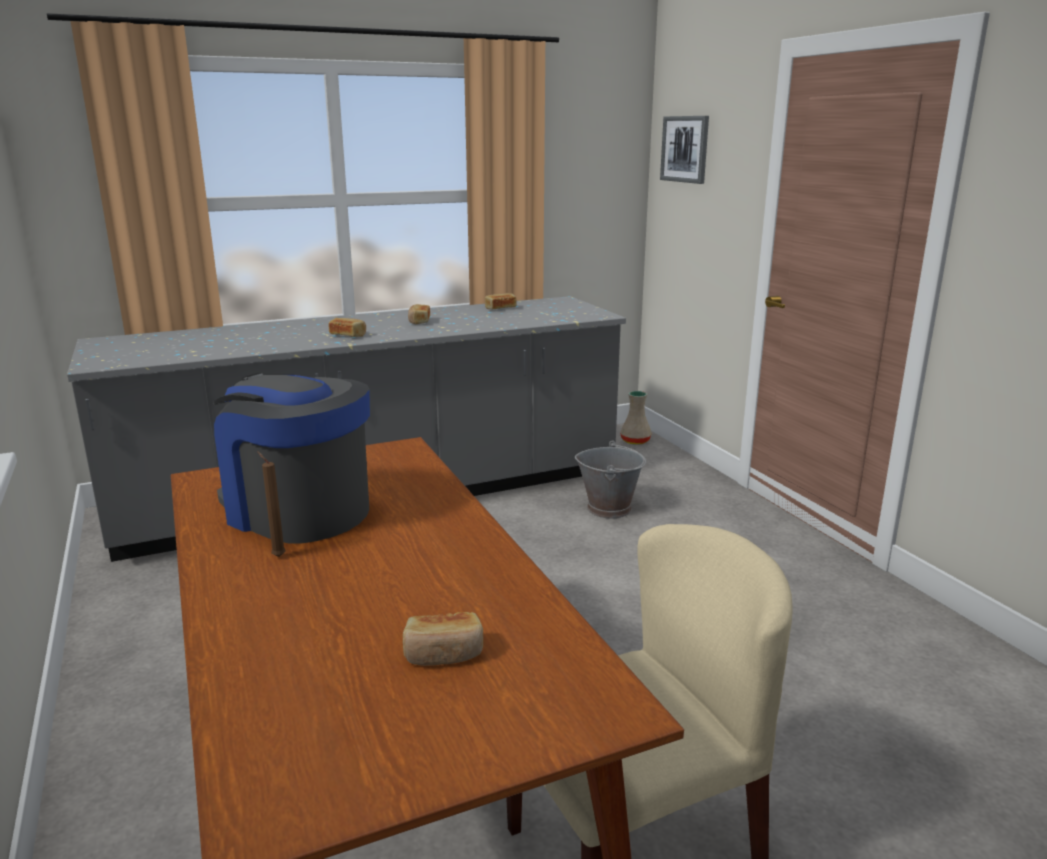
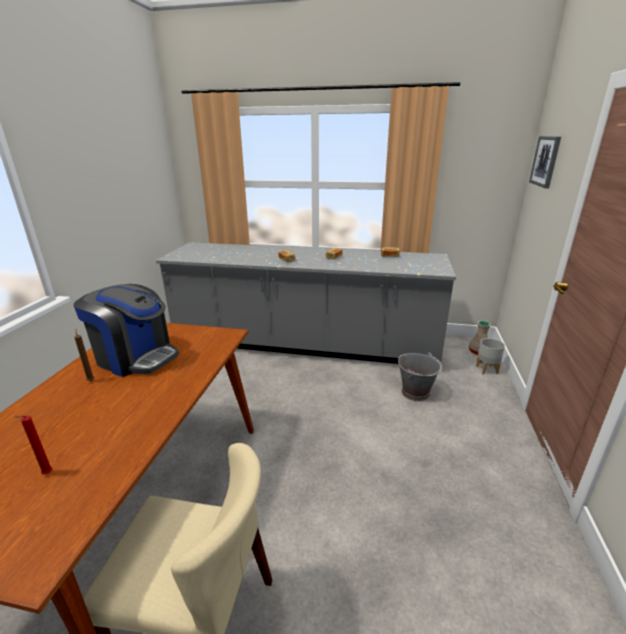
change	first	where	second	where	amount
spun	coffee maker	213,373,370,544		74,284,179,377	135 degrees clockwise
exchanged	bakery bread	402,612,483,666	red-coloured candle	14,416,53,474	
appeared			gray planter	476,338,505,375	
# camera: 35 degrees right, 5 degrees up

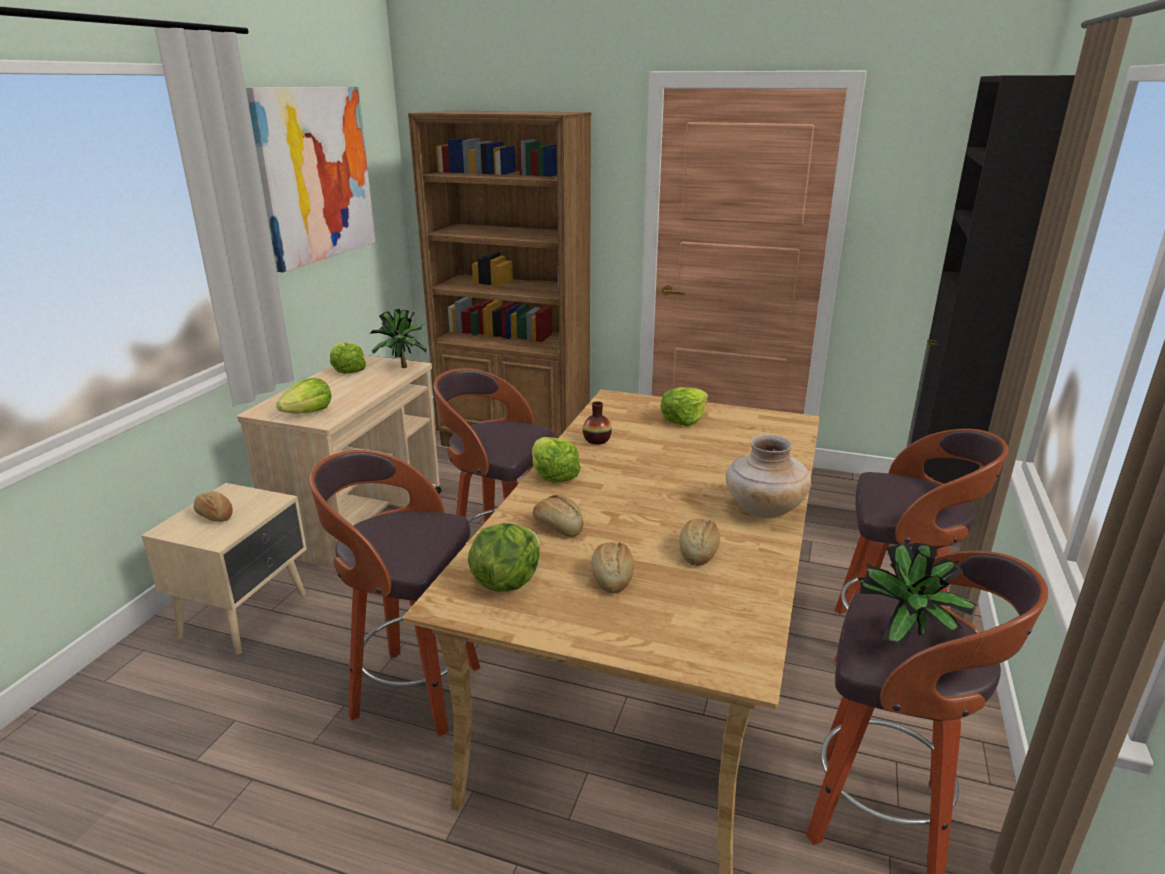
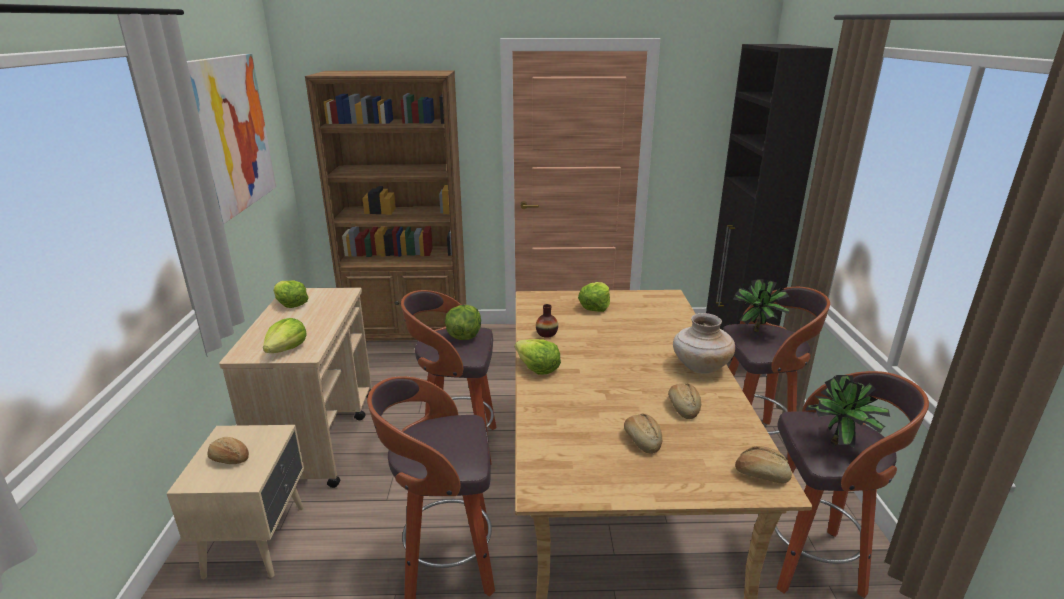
change	first	where	second	where	amount
relocated	potted plant	370,309,427,368		733,279,789,332	
relocated	lettuce	468,523,540,592		445,305,481,340	
relocated	bakery bread	533,495,583,537		735,446,792,484	
# camera: 20 degrees left, 0 degrees up

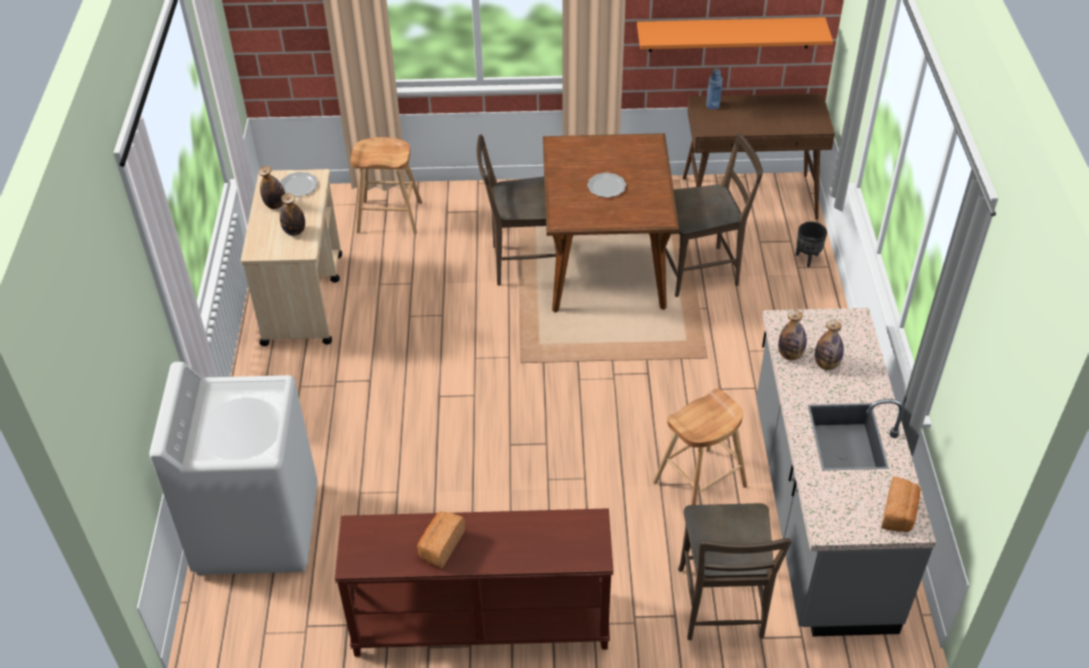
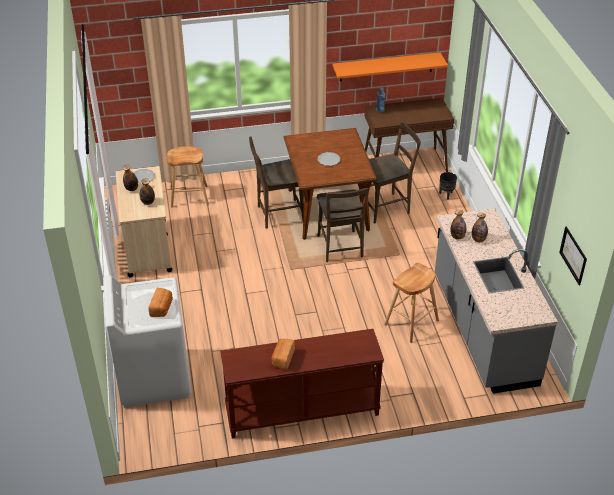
change	first	where	second	where	amount
relocated	brownish plain chair	678,503,791,640		317,188,369,262	
relocated	bakery bread	881,476,921,532		149,288,173,317	
appeared			wall picture	559,226,587,285	
# camera: 10 degrees left, 5 degrees down

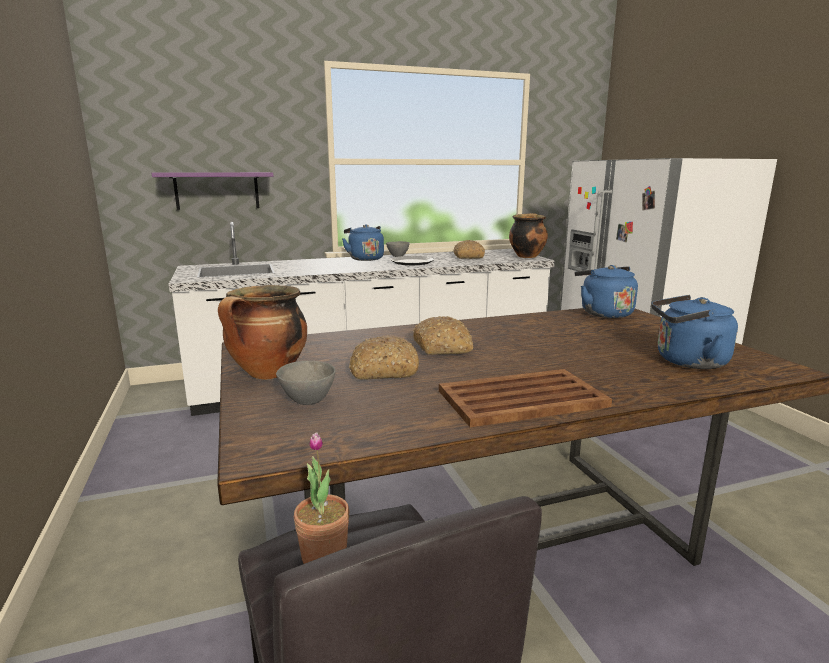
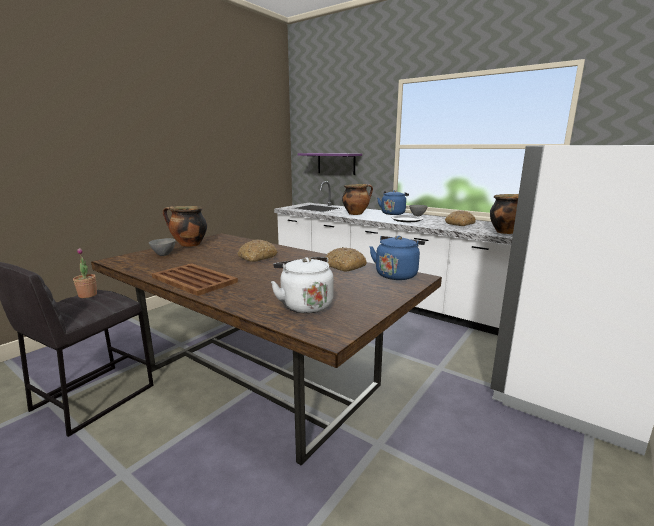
change	first	where	second	where	amount
relocated	bakery bread	349,336,419,380		326,247,367,272	
colour	blue-coloured kettle	651,295,738,369	whitish kettle	271,257,334,314	
appeared			stockpot	342,184,373,215	
# camera: 55 degrees right, 0 degrees up

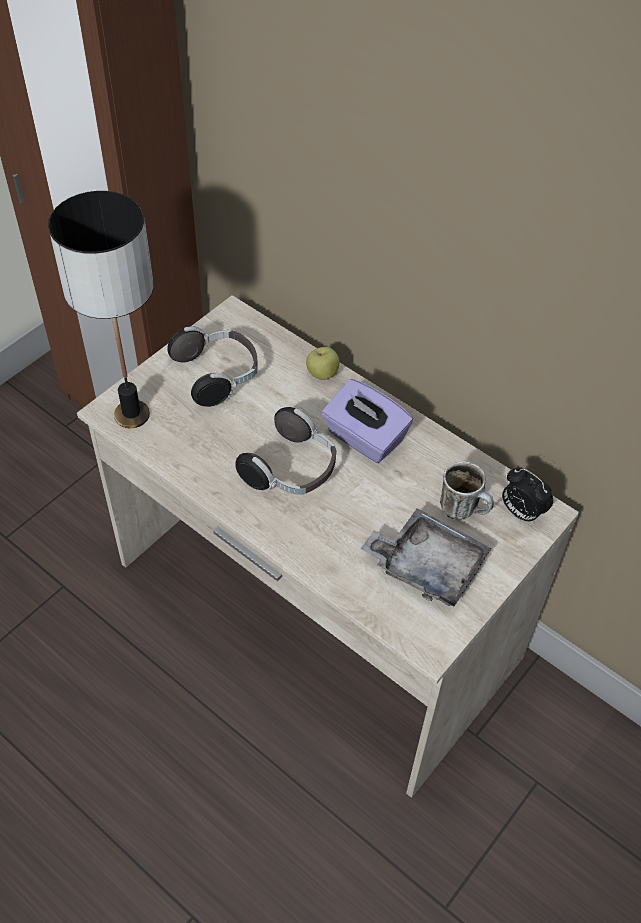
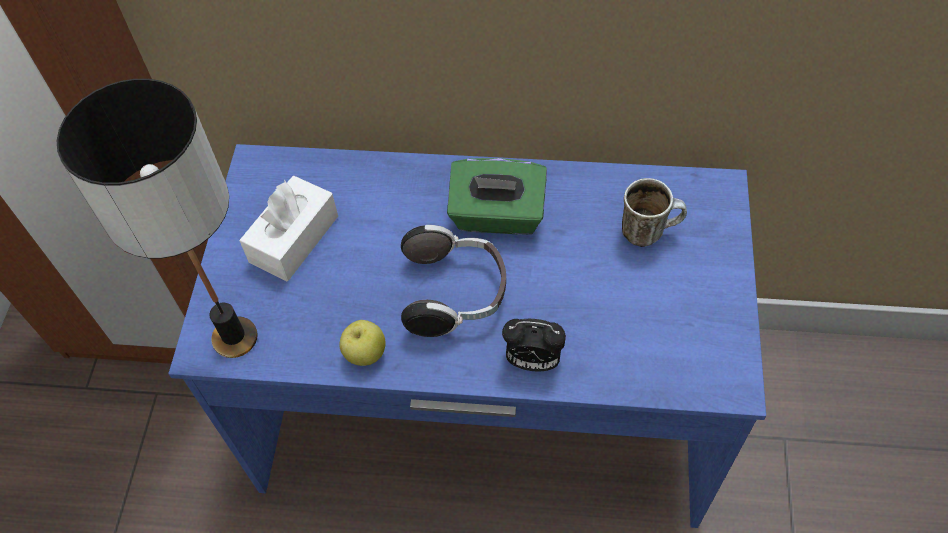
change	first	where	second	where	amount
colour	sand-coloured desk unit	77,295,579,798	blue-coloured desk unit	168,144,766,528	
exchanged	headset	167,326,258,407	whitish tissue holder	239,176,338,281	
relocated	apple fruit	306,347,339,380		339,320,385,366	
colour	purple tissue holder	322,379,413,463	green tissue holder	447,158,547,235	
missing	gray serving tray	360,508,491,606			
relocated	alarm clock	502,467,553,524		502,319,566,371	
# camera: 30 degrees left, 5 degrees up

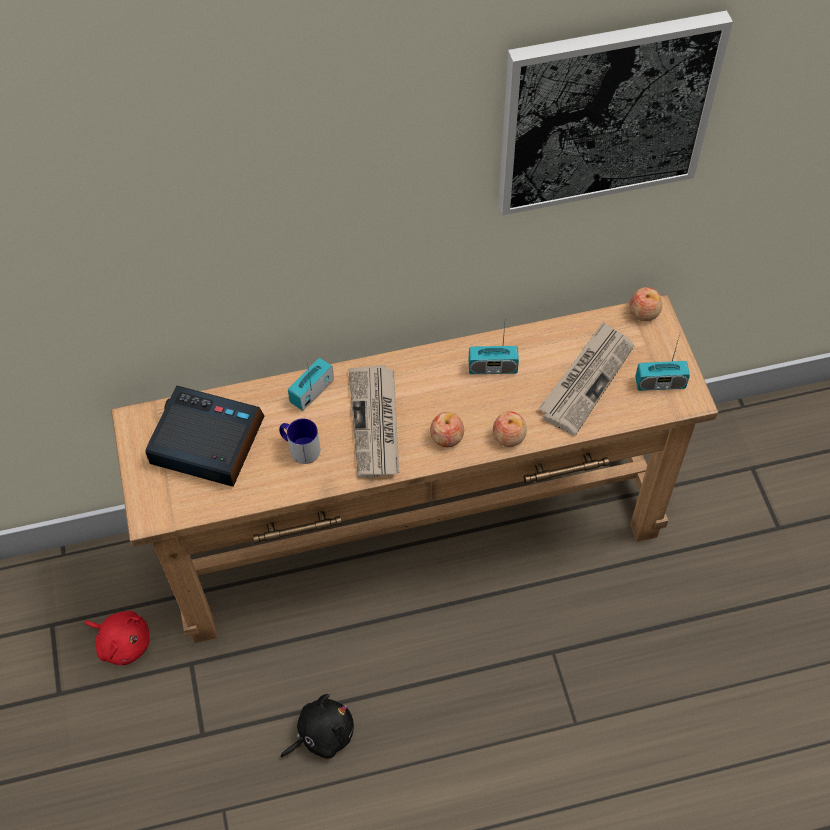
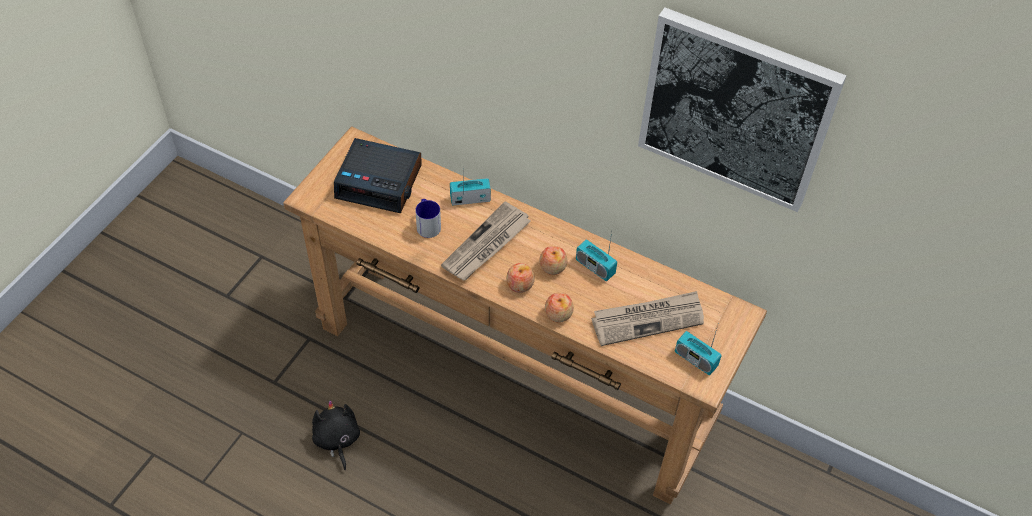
change	first	where	second	where	amount
missing	red-coloured plush toy	84,611,149,665			
spun	alarm clock	145,386,264,487		334,138,422,213	135 degrees clockwise
spun	black-coloured plush toy	281,694,354,759		312,400,360,470	120 degrees counterclockwise
relocated	apple fruit	630,287,662,321		539,246,567,275	
# camera: 40 degrees right, 5 degrees down

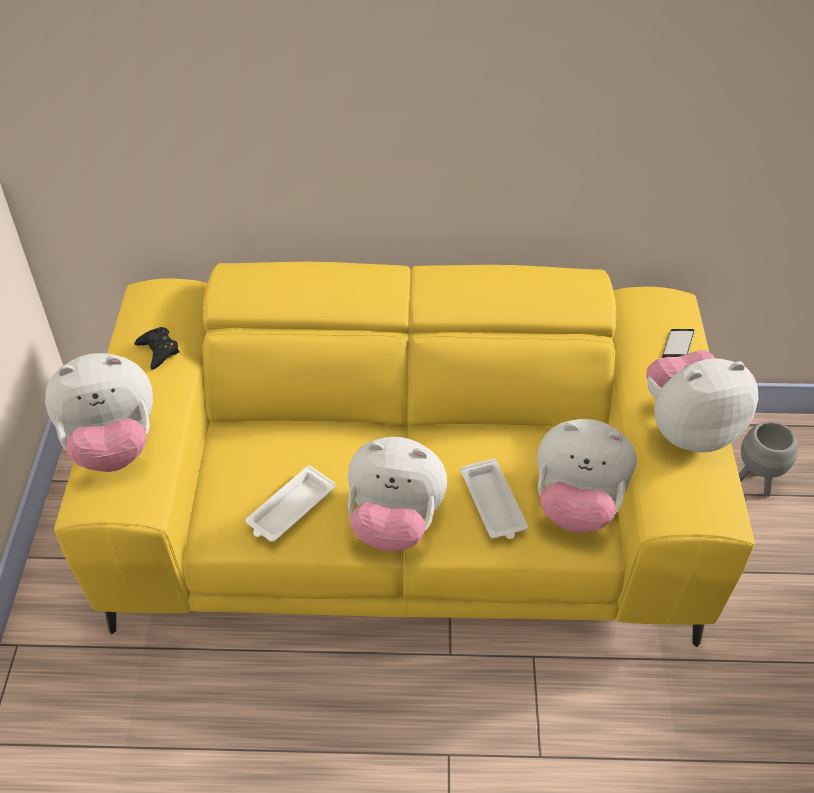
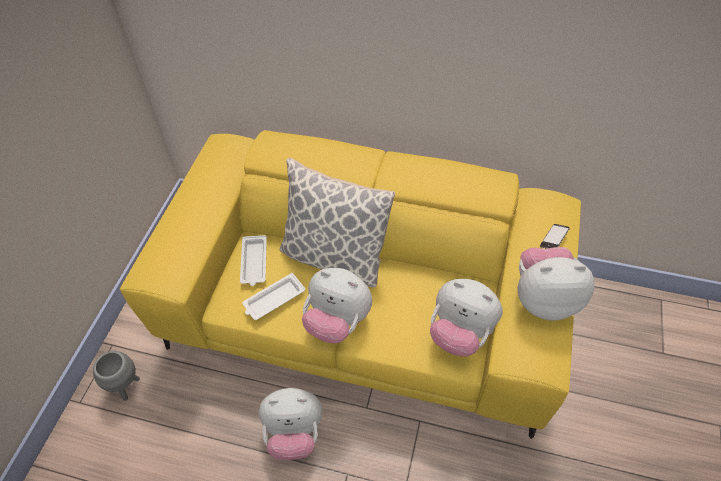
change	first	where	second	where	amount
relocated	plush toy	45,353,153,472		259,388,322,460	
missing	black-coloured gamepad	135,327,180,370			
relocated	whitish serving tray	460,458,528,539		240,235,267,286	
relocated	gray planter	739,421,798,497		93,351,140,401	
appeared			throw pillow	280,157,395,288	
# camera: 15 degrees right, 5 degrees up

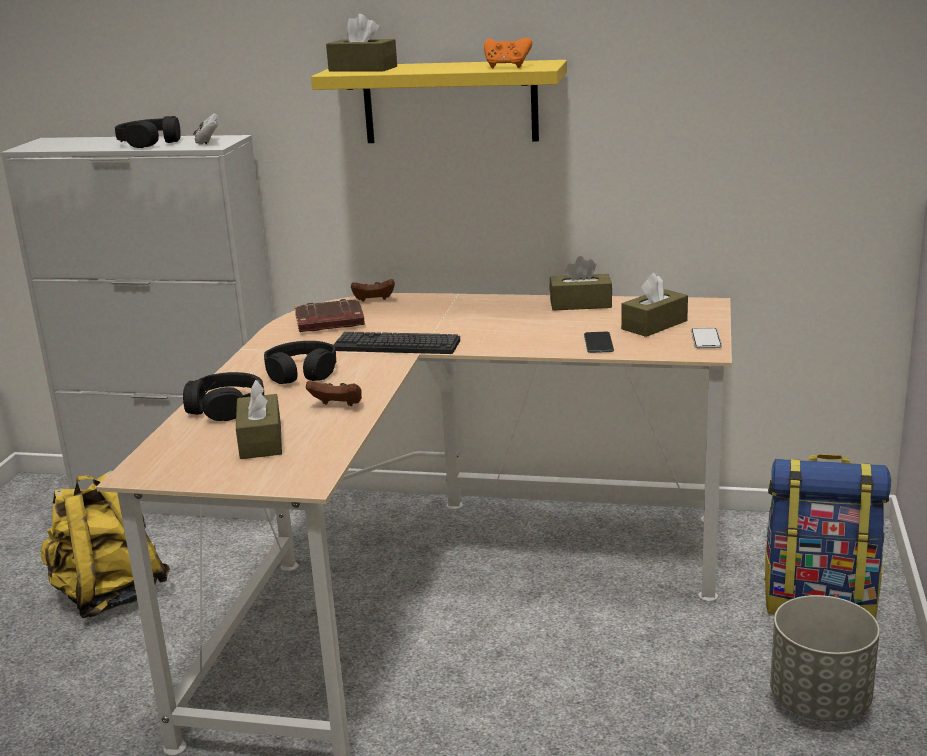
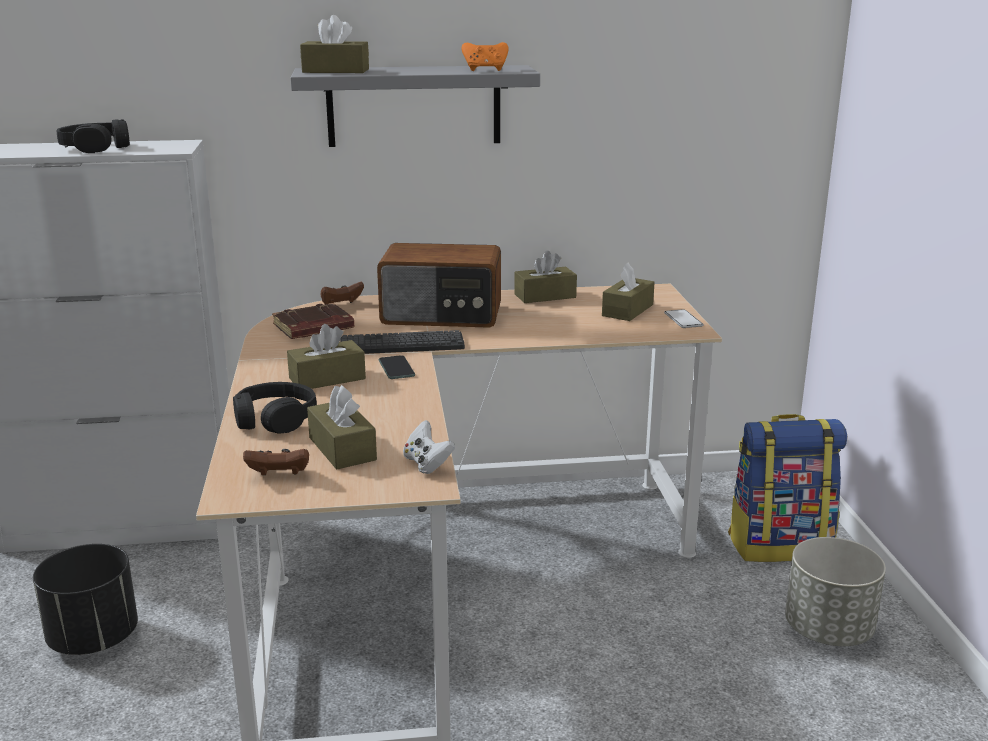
change	first	where	second	where	amount
exchanged	yellow-coloured backpack	41,470,171,618	black-coloured planter	33,544,138,655	
relocated	whitish gamepad	193,114,219,145		403,420,455,474	
exchanged	black-coloured headset	264,341,336,384	brownish tissue holder	287,324,366,389	
relocated	brownish gamepad	306,381,362,406		243,449,309,475	
colour	yellow-coloured wall shelf	311,60,567,143	gray wall shelf	291,65,540,147	
relocated	phone	584,332,614,353		379,355,415,379	
appeared			radio	377,243,501,328	
# camera: 20 degrees left, 0 degrees up

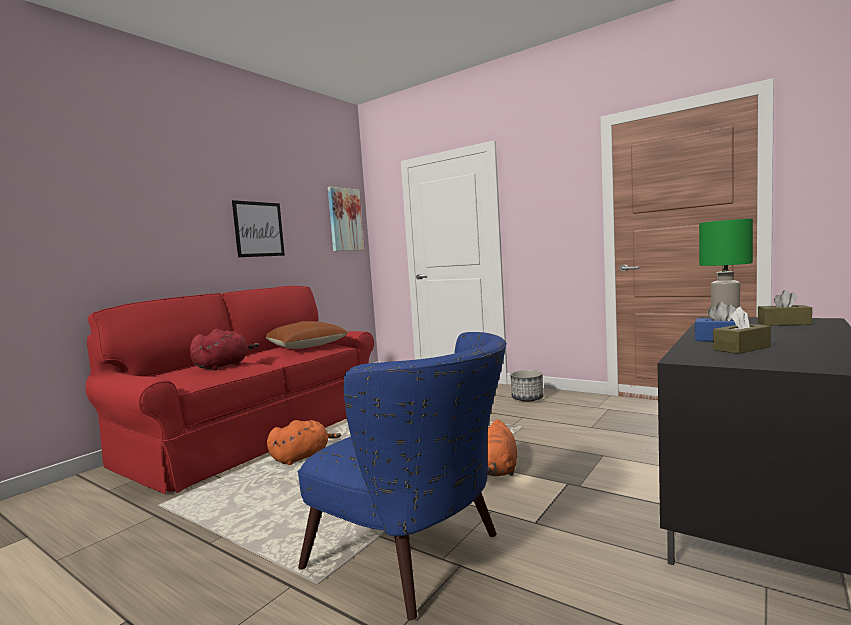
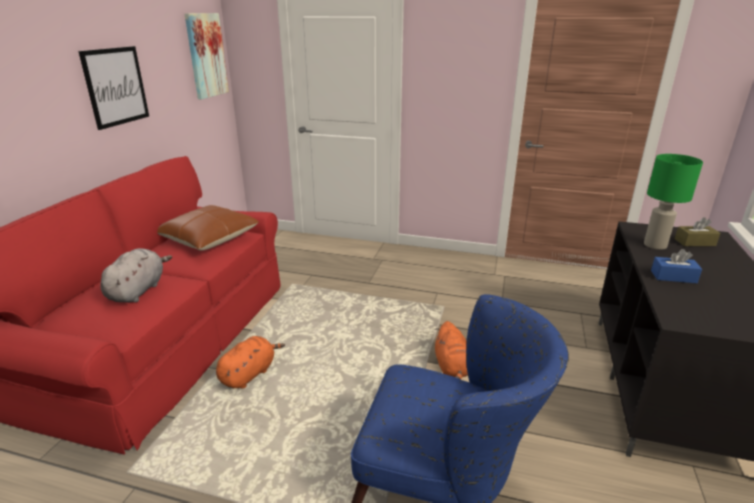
change	first	where	second	where	amount
colour	red-coloured plush toy	190,329,259,370	gray plush toy	100,248,172,303	
missing	planter	510,370,543,402			
missing	brownish tissue holder	713,307,771,354			
# camera: 20 degrees left, 20 degrees up

